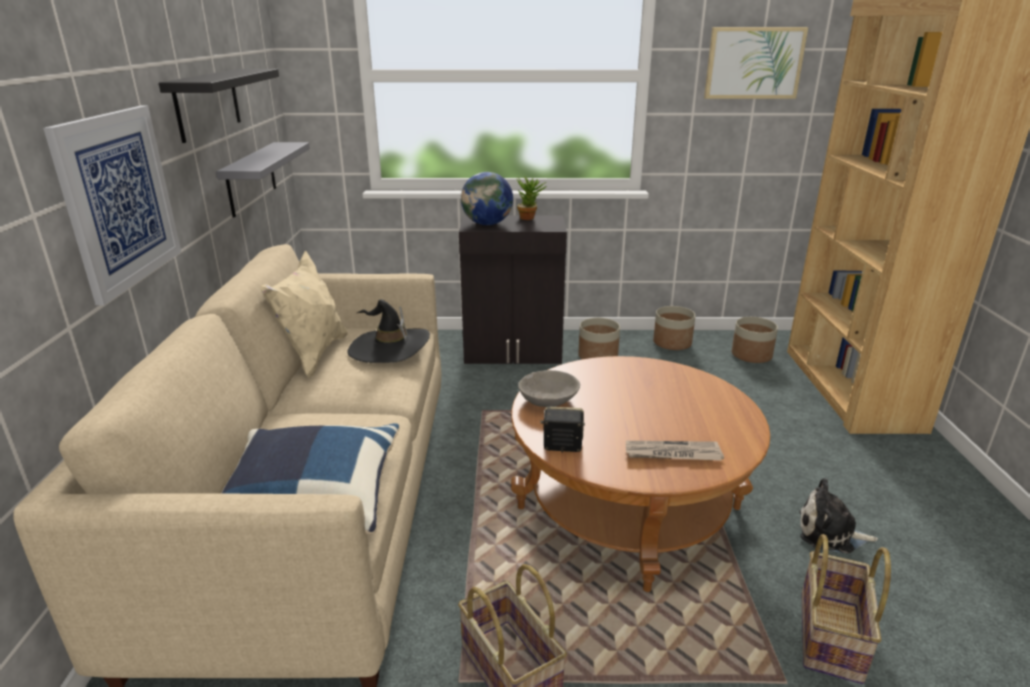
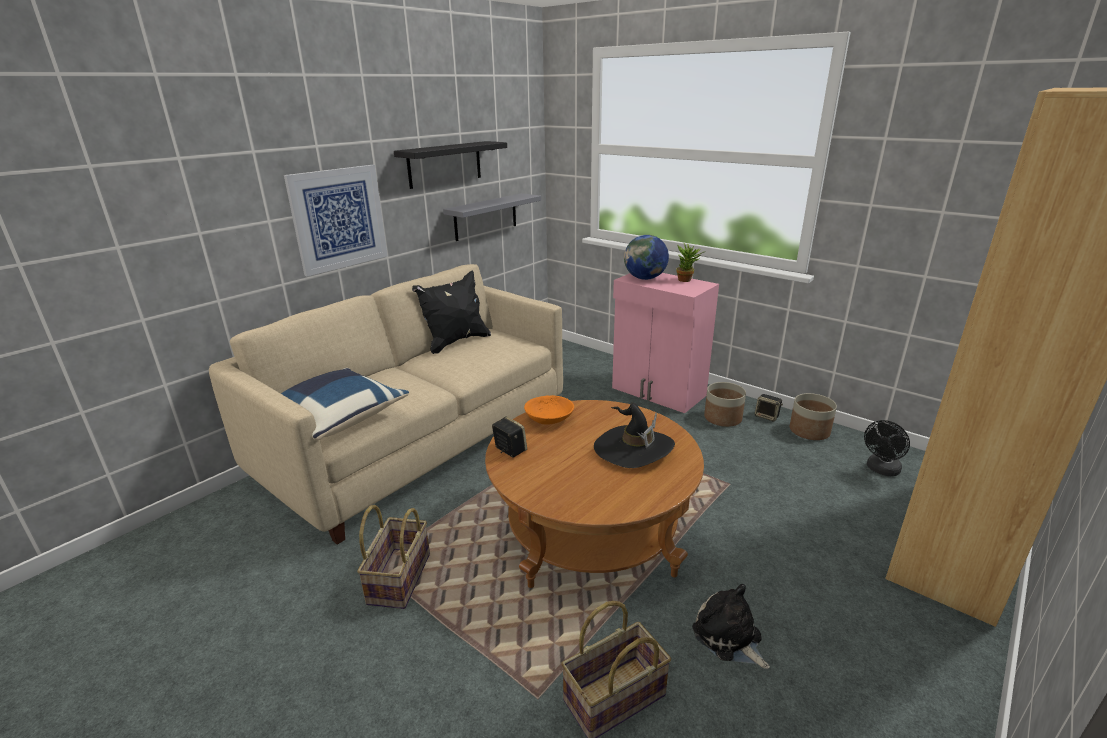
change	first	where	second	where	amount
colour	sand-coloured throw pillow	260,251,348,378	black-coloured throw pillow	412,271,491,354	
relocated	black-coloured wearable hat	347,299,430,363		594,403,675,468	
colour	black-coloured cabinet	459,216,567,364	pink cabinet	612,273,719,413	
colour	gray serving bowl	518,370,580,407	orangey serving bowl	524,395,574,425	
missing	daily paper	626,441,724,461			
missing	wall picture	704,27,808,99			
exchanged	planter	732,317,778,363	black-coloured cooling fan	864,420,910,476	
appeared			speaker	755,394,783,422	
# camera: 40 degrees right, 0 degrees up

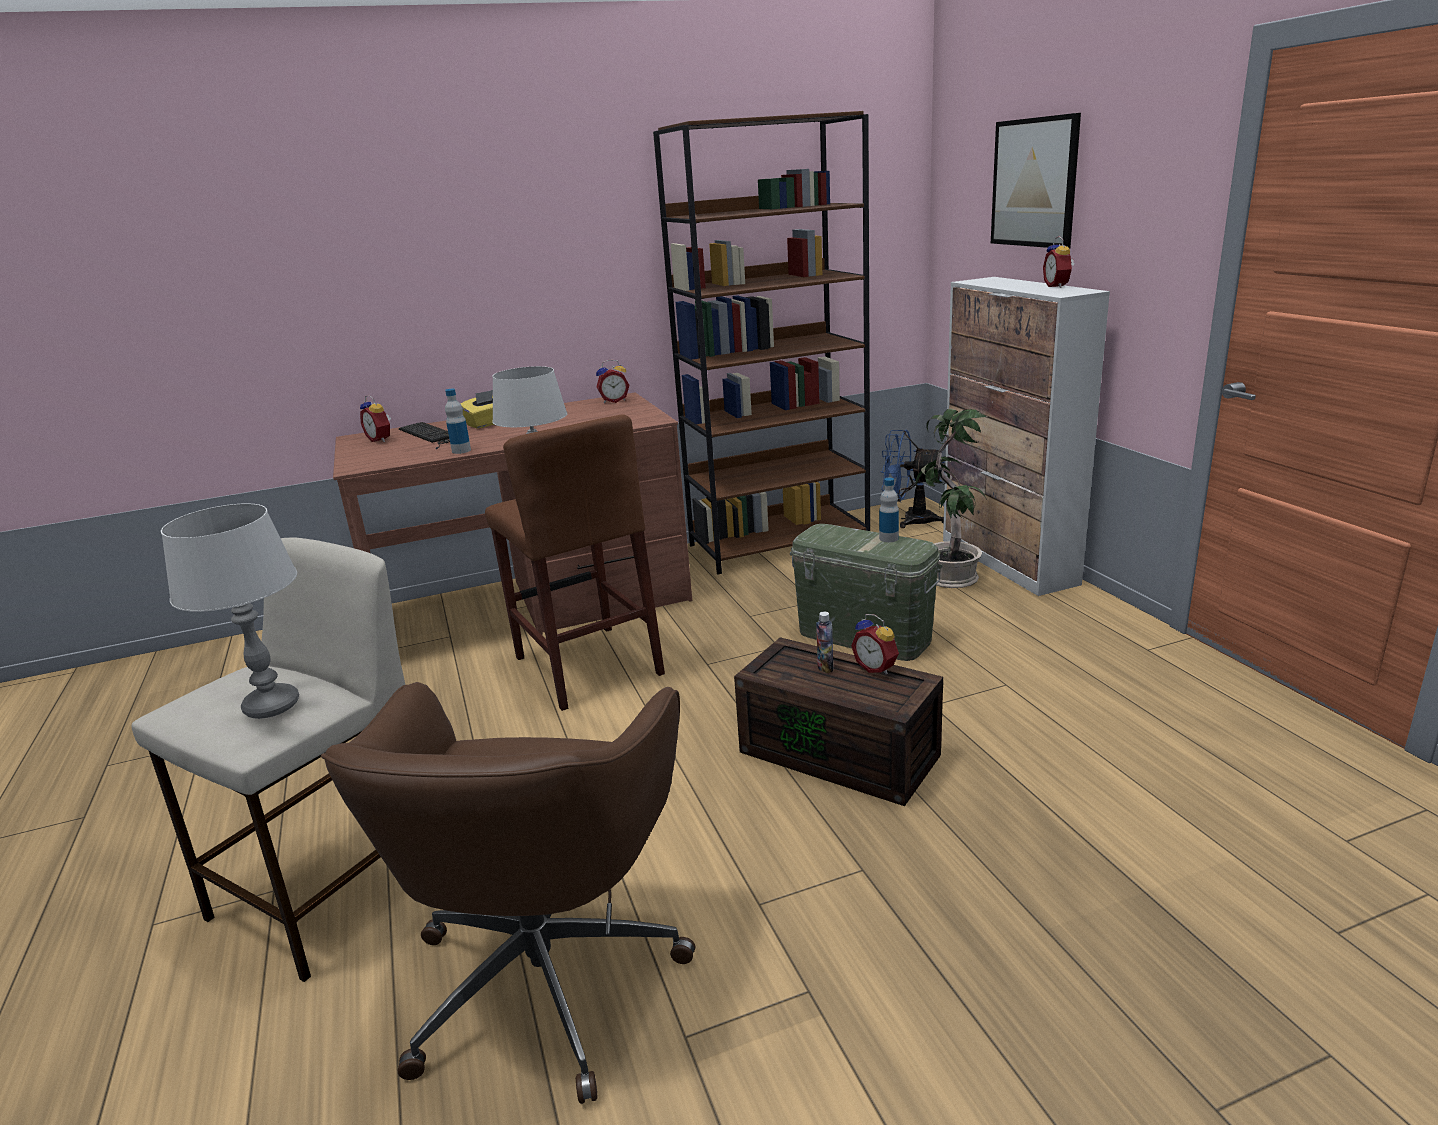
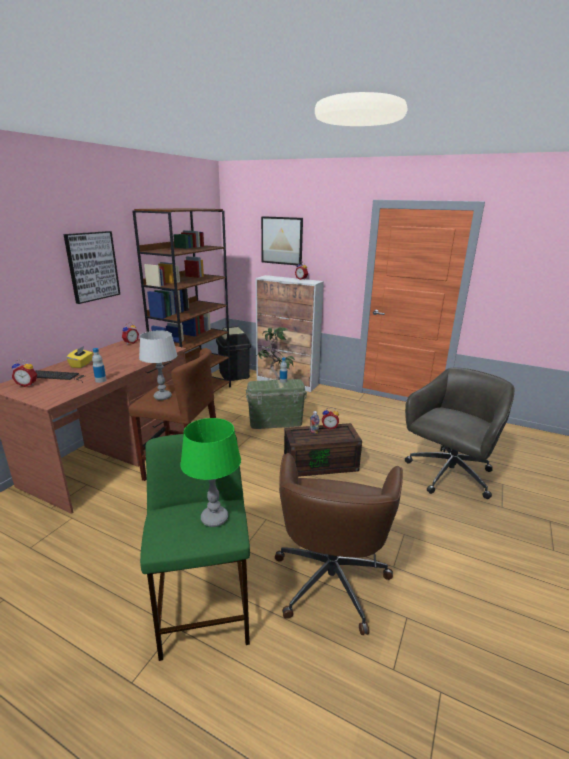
change	first	where	second	where	amount
colour	sand-coloured sitting stool	131,538,405,982	green sitting stool	140,434,250,661	
colour	gray lamp for a table	161,503,299,719	green lamp for a table	180,418,241,527	
spun	brownish desk chair	321,682,695,1104		275,453,403,635	45 degrees clockwise
exchanged	blue-coloured cooling fan	880,430,945,528	black-coloured waste bin	216,327,251,381	
appeared			wall picture	63,231,120,304	
appeared			gray desk chair	405,367,515,499	
# camera: 45 degrees left, 0 degrees up

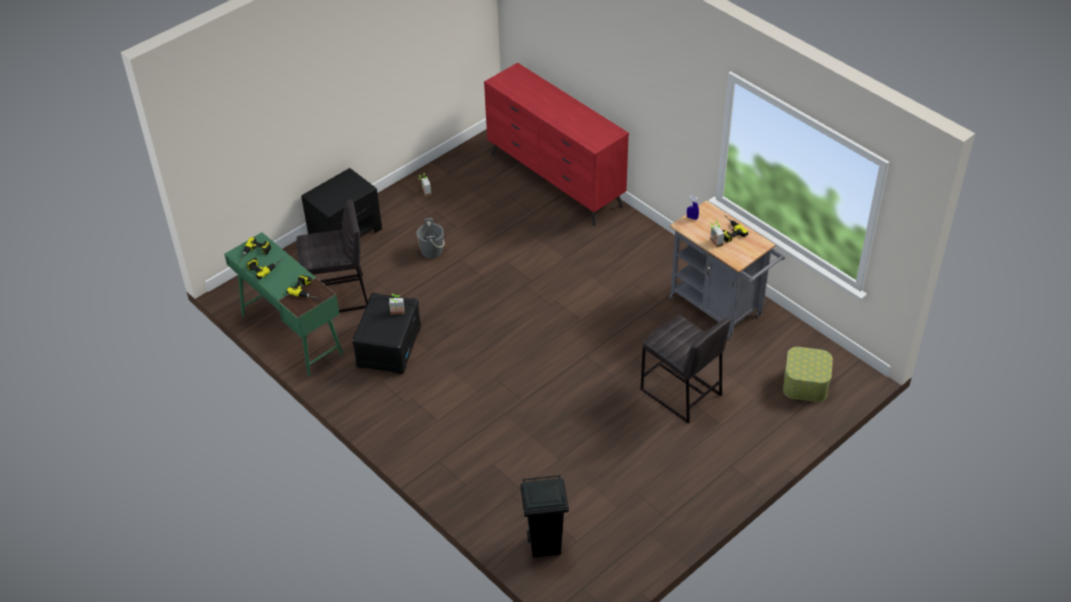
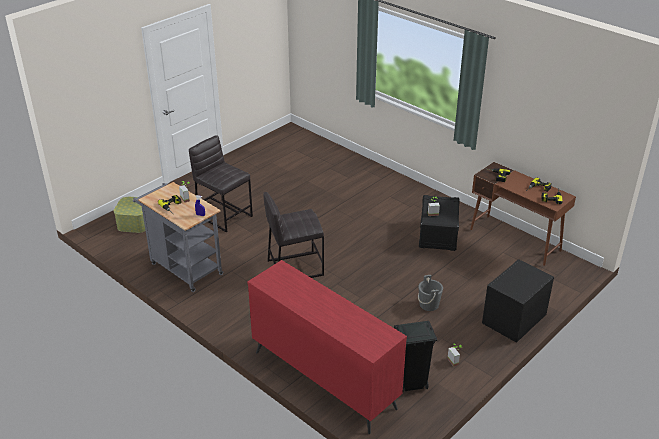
change	first	where	second	where	amount
colour	green desk unit	224,232,343,376	brownish desk unit	470,162,576,266	
relocated	gray sitting stool	296,199,368,313		263,192,324,278	
relocated	black-coloured waste bin	520,475,569,557		394,321,437,393	
# camera: 175 degrees right, 10 degrees down

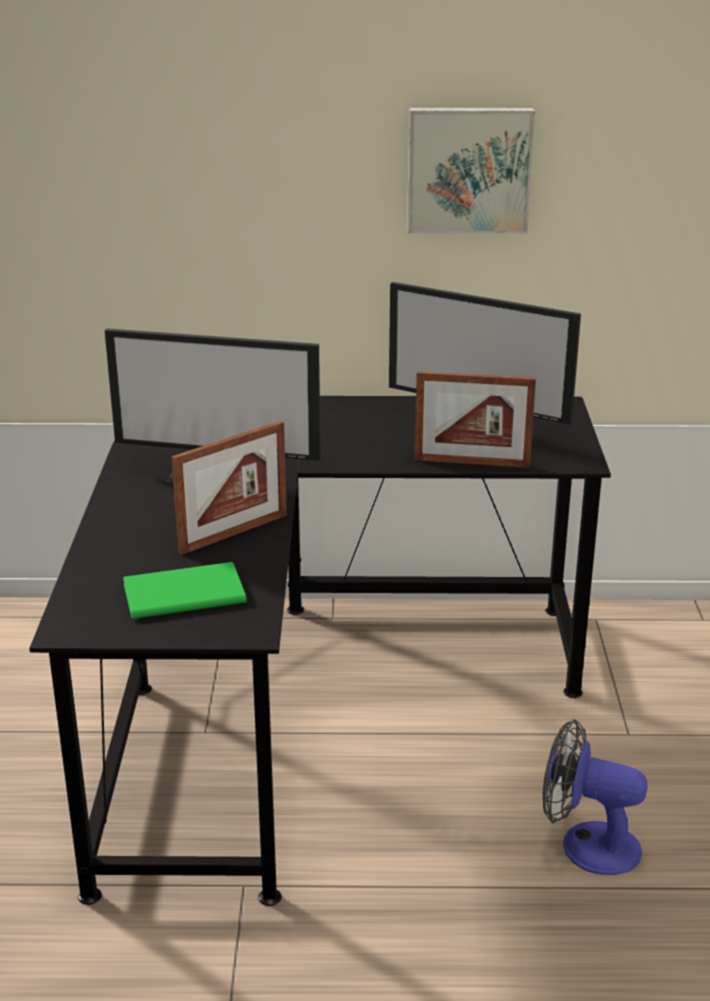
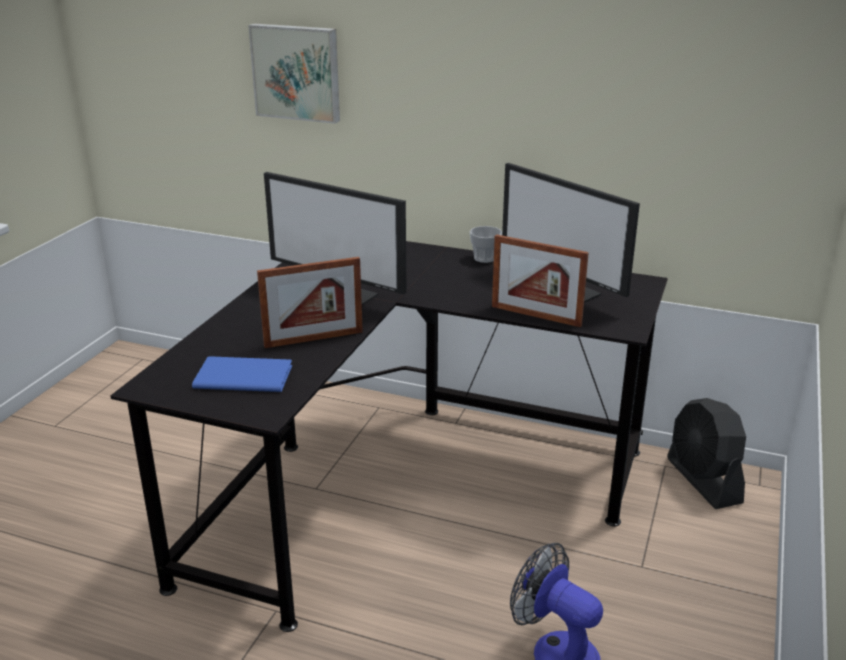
change	first	where	second	where	amount
colour	green volume	123,562,247,619	blue-coloured volume	192,356,292,392	
relocated	wall picture	407,108,535,233		248,23,340,124	
appeared			small cup	470,226,502,263	
appeared			black-coloured cooling fan	667,398,746,509	
# camera: 20 degrees right, 0 degrees up

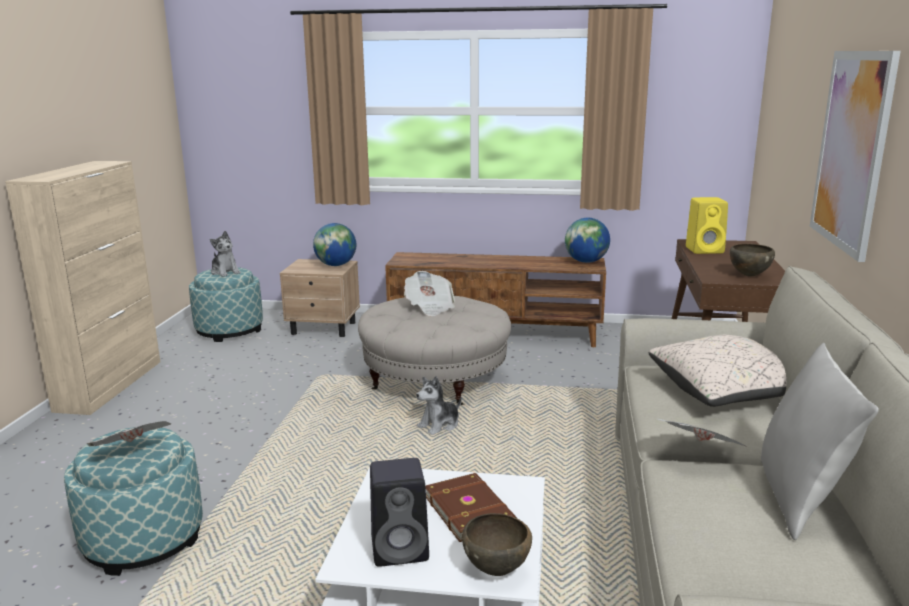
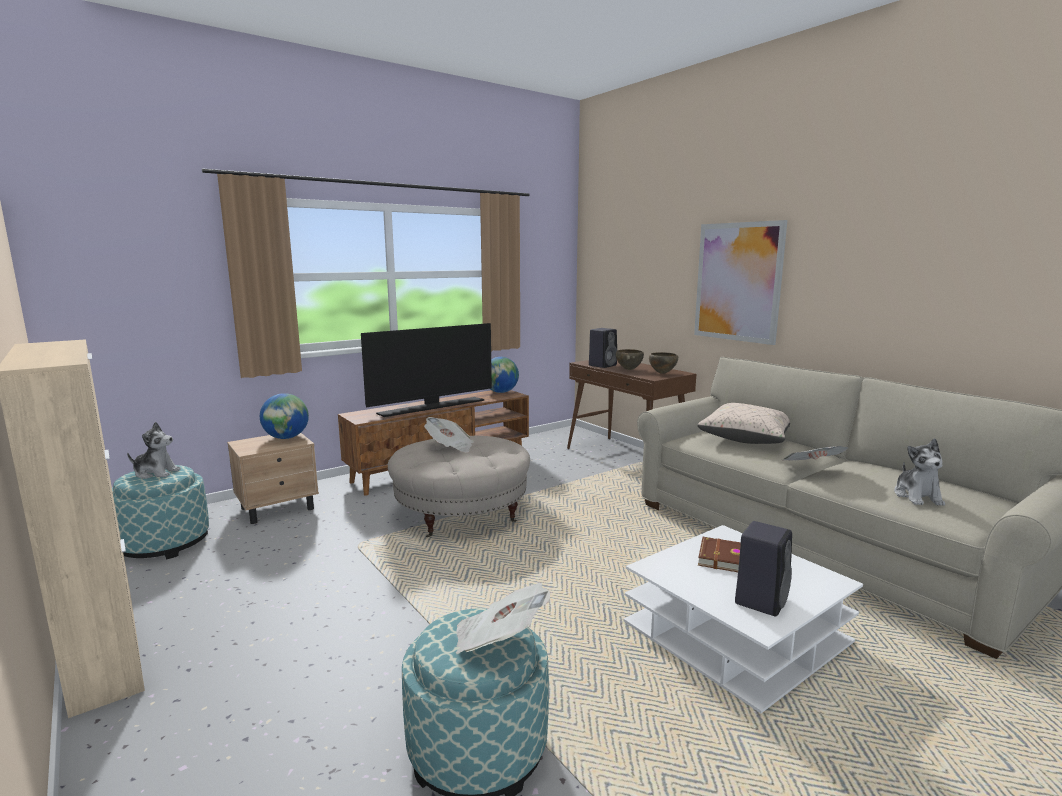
change	first	where	second	where	amount
relocated	plush toy	416,376,462,435		894,438,945,506	
relocated	brownish serving bowl	462,513,532,576		616,349,644,370	
colour	yellow-coloured speaker	686,197,728,254	black-coloured speaker	589,328,617,368	
missing	gray throw pillow	761,343,879,540			
appeared			television	361,323,492,417	
# camera: 45 degrees left, 5 degrees down

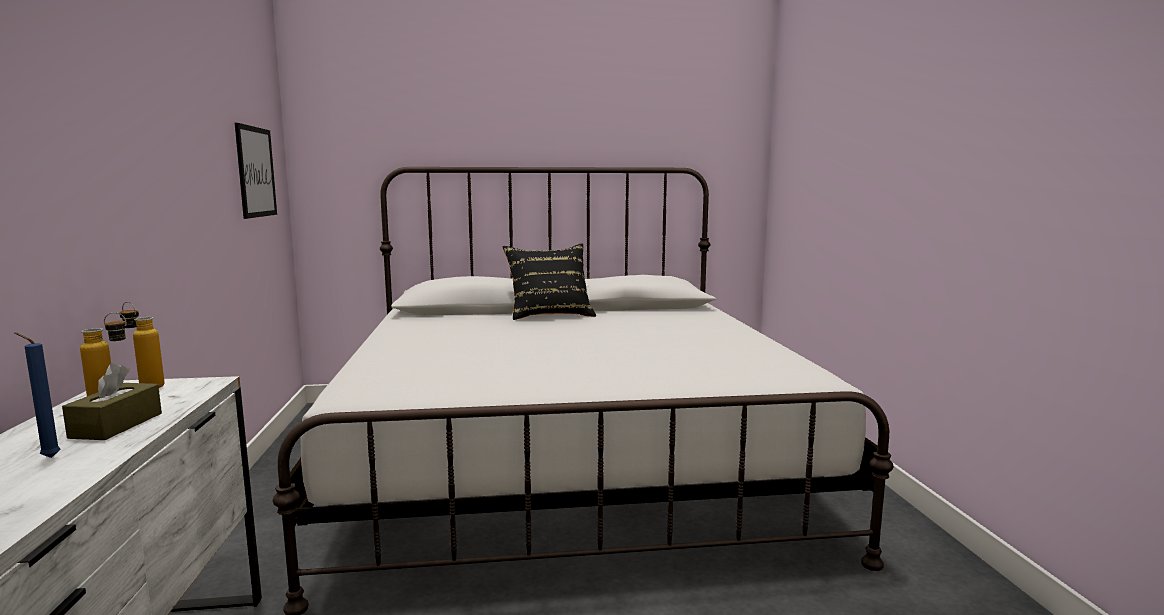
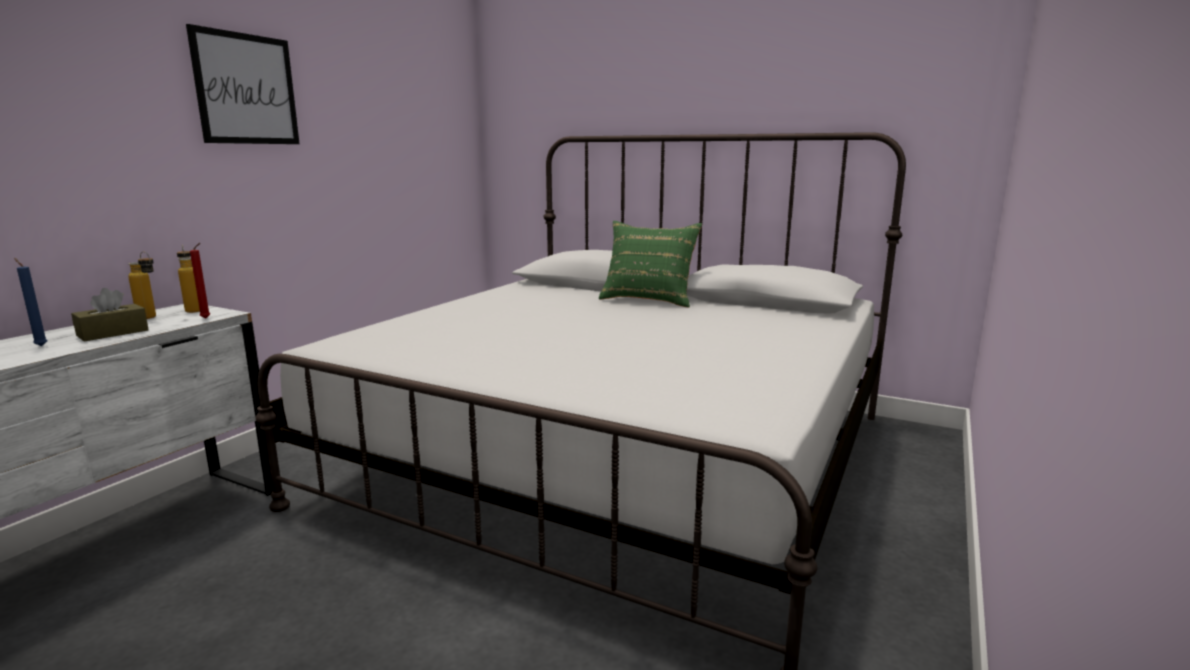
change	first	where	second	where	amount
relocated	wall picture	235,123,277,219		186,24,300,144	
colour	black-coloured throw pillow	503,243,596,320	green throw pillow	599,221,702,307	
appeared			red-coloured candle	190,243,210,319	
# camera: 35 degrees right, 5 degrees up

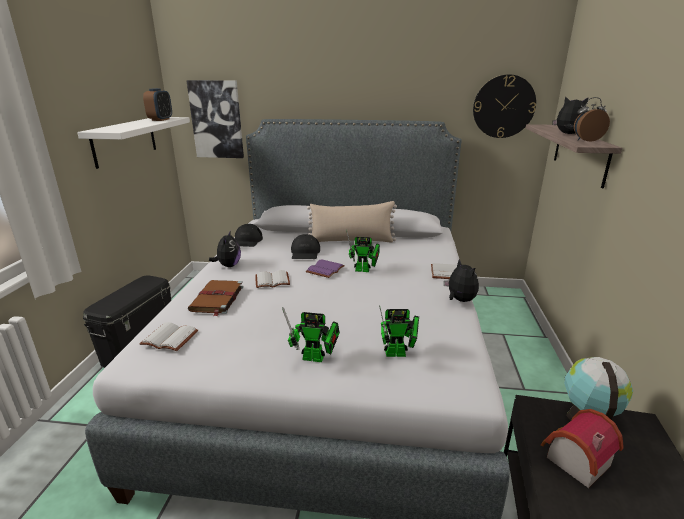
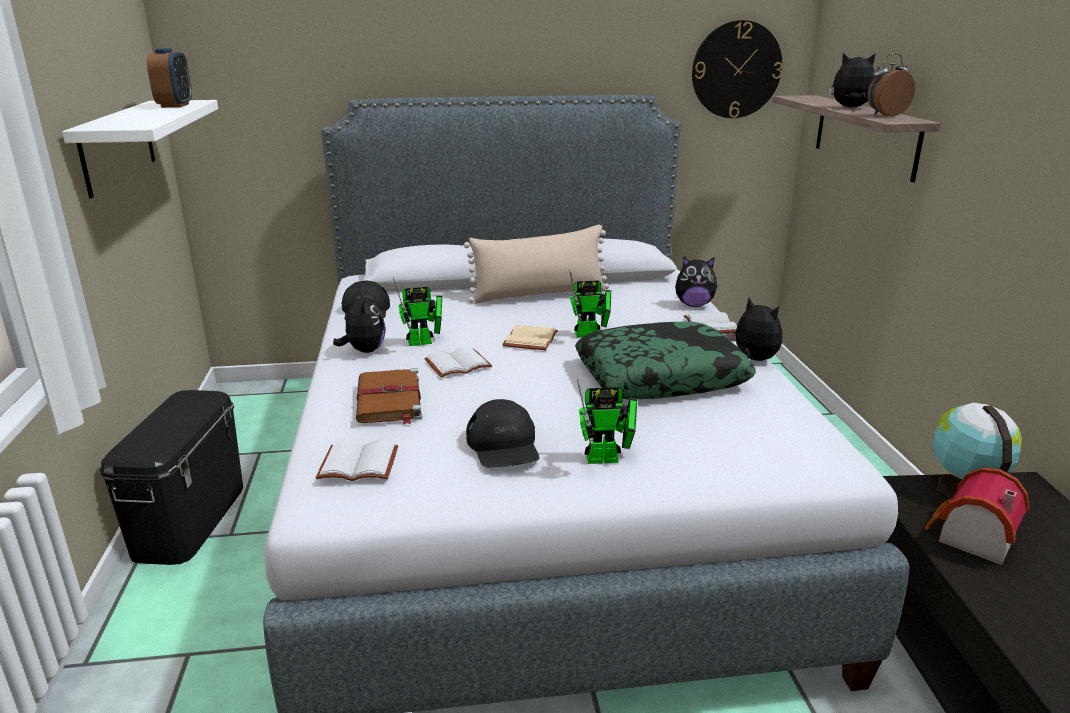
change	first	where	second	where	amount
missing	wall picture	186,80,244,158			
relocated	black-coloured peaked cap	291,234,320,259		466,399,539,467	
colour	purple volume	306,259,345,278	sand-coloured volume	503,325,558,350	
relocated	model robot	379,305,419,357		393,276,442,346	
appeared			throw pillow	575,321,756,399	
appeared			plush toy	675,256,719,307	
# camera: 15 degrees left, 0 degrees up

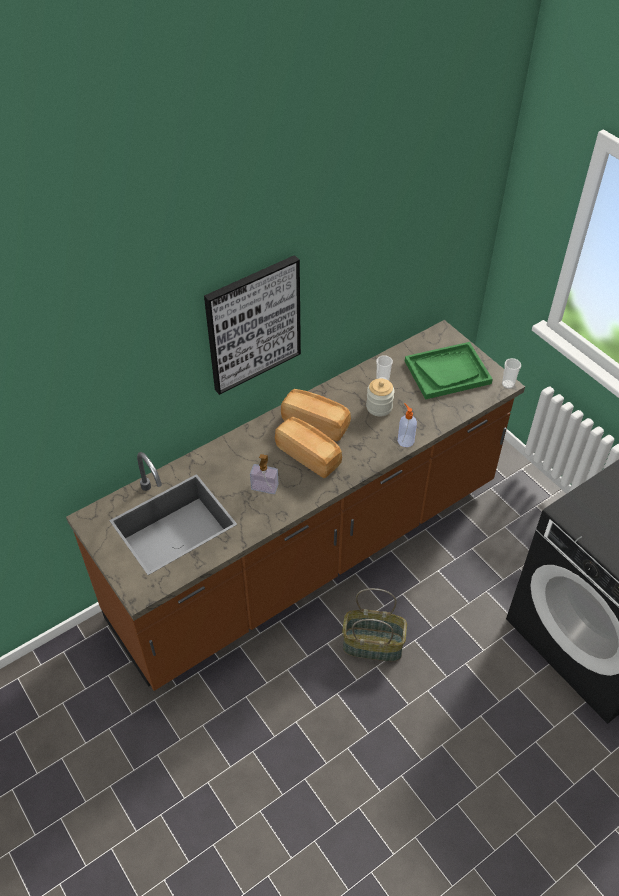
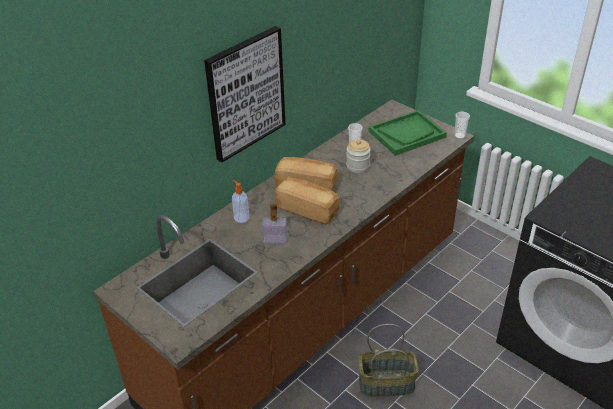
change	first	where	second	where	amount
relocated	soap bottle	398,403,417,447		232,180,250,223	
# camera: 10 degrees left, 10 degrees down

